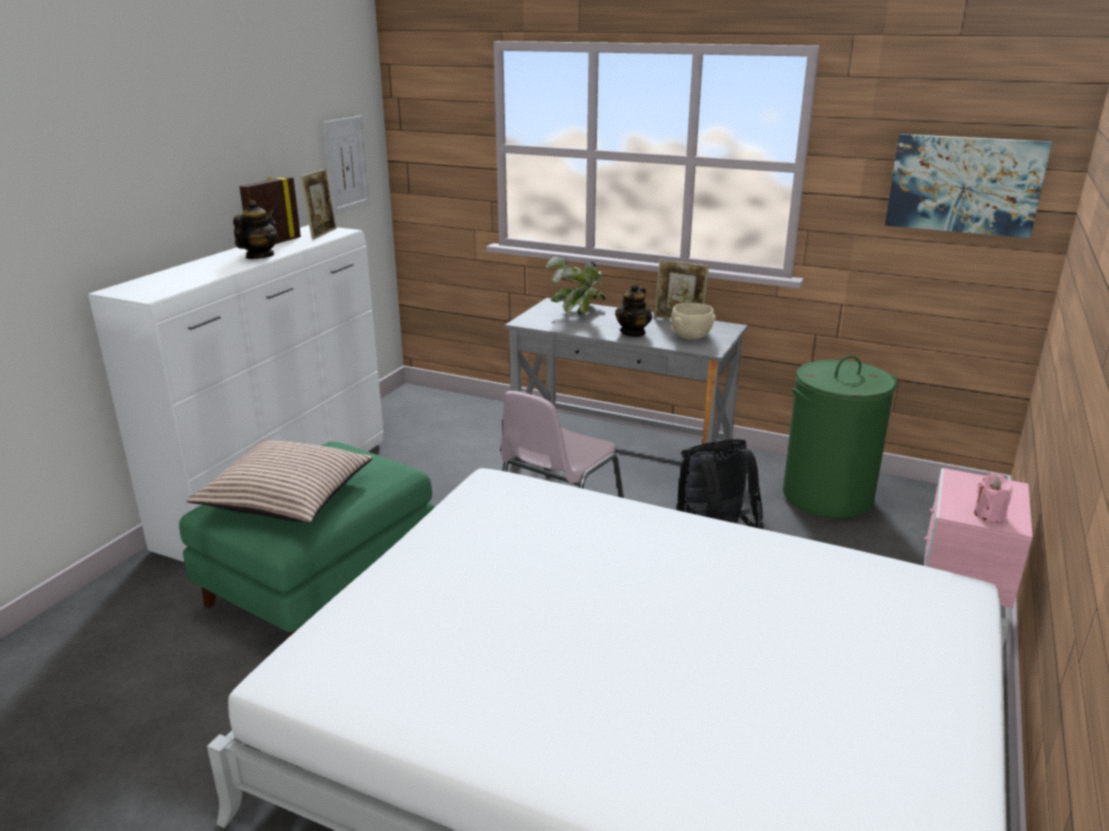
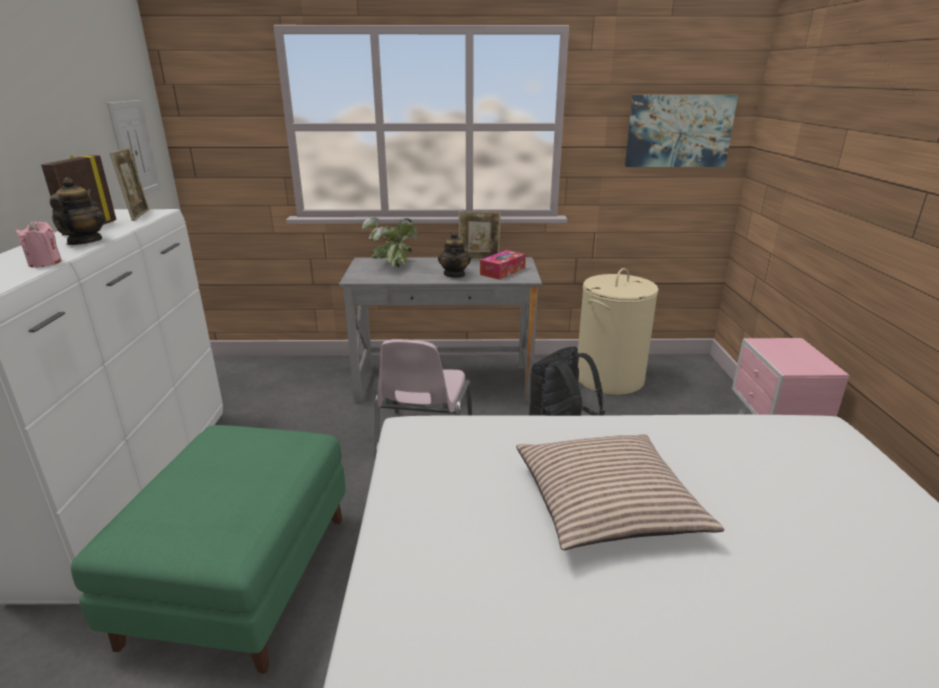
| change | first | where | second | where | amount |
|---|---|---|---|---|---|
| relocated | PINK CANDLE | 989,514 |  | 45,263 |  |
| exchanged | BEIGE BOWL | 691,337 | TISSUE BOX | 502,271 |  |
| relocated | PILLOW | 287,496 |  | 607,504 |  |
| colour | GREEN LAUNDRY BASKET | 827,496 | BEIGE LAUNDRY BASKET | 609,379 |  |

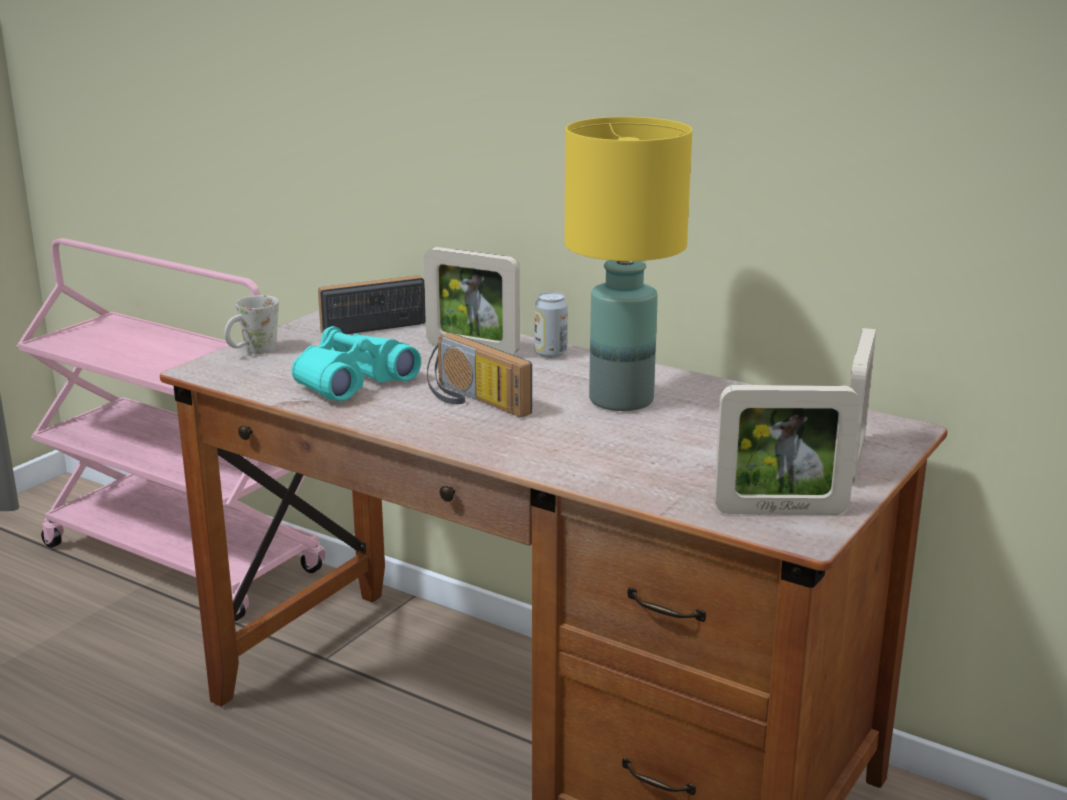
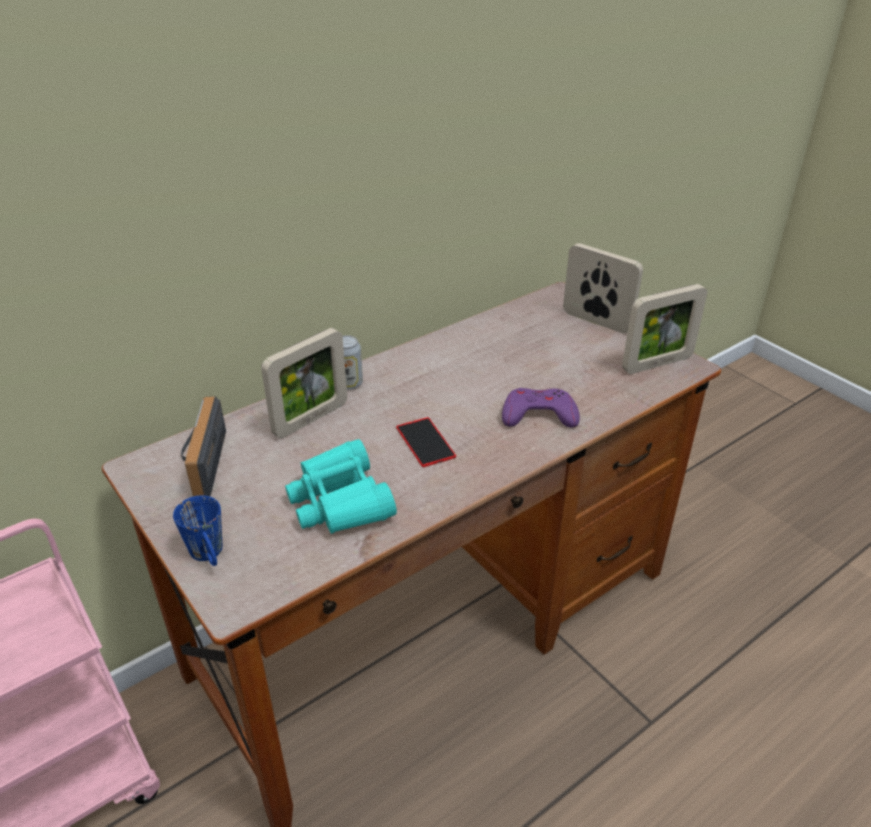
| change | first | where | second | where | amount |
|---|---|---|---|---|---|
| colour | WHITE MUG | 253,352 | BLUE MUG | 210,556 |  |
| exchanged | RADIO | 472,401 | PHONE | 425,442 |  |
| appeared |  |  | PURPLE GAME CONTROLLER | 538,414 |  |
| spun | PICTURE FRAME | 780,511 |  | 657,364 | 45 degrees clockwise |
| missing | YELLOW TABLE LAMP | 622,399 |  |  |  |

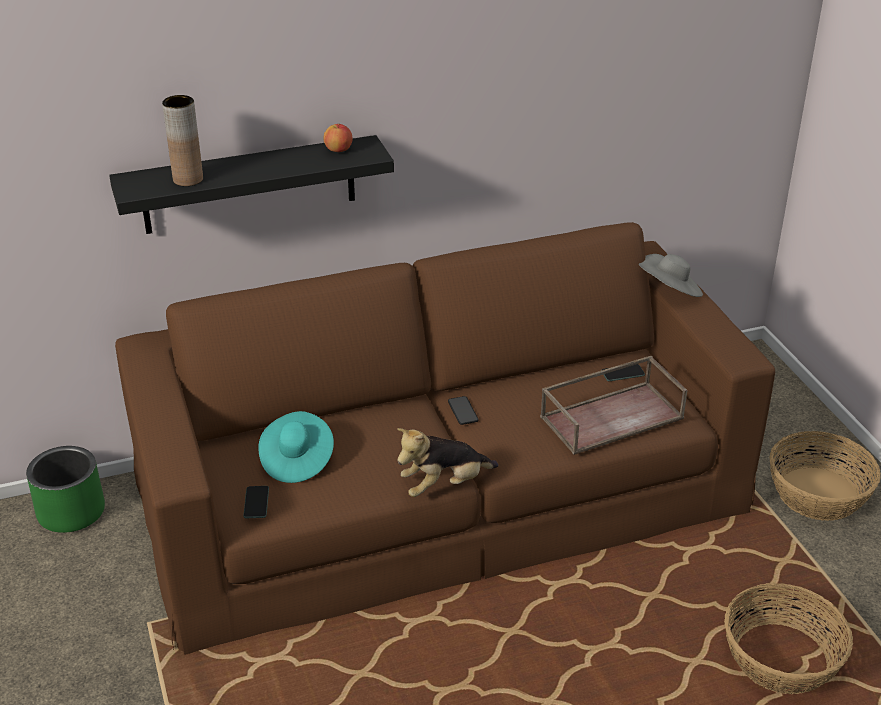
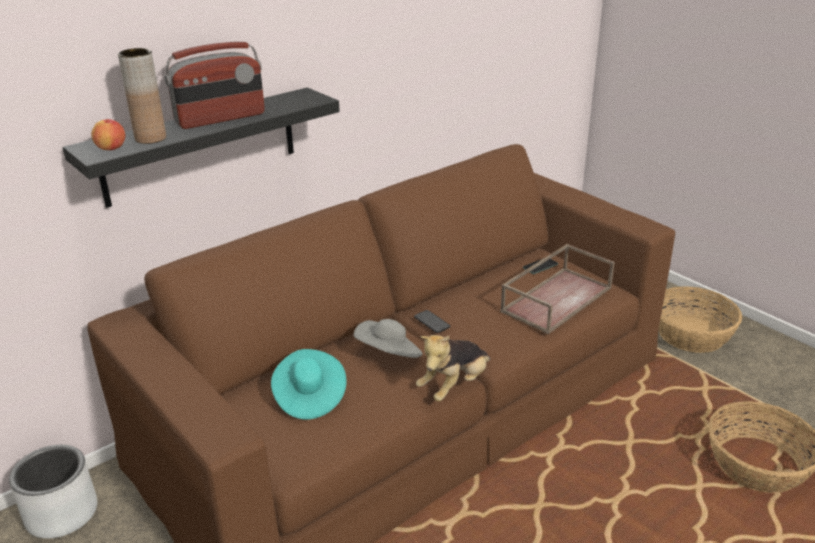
| change | first | where | second | where | amount |
|---|---|---|---|---|---|
| colour | GREEN PLANTER | 71,511 | GREY PLANTER | 62,513 |  |
| relocated | APPLE | 339,150 |  | 111,148 |  |
| appeared |  |  | RADIO | 220,119 |  |
| relocated | GREY HAT | 670,291 |  | 389,355 |  |
| missing | PHONE | 256,502 |  |  |  |

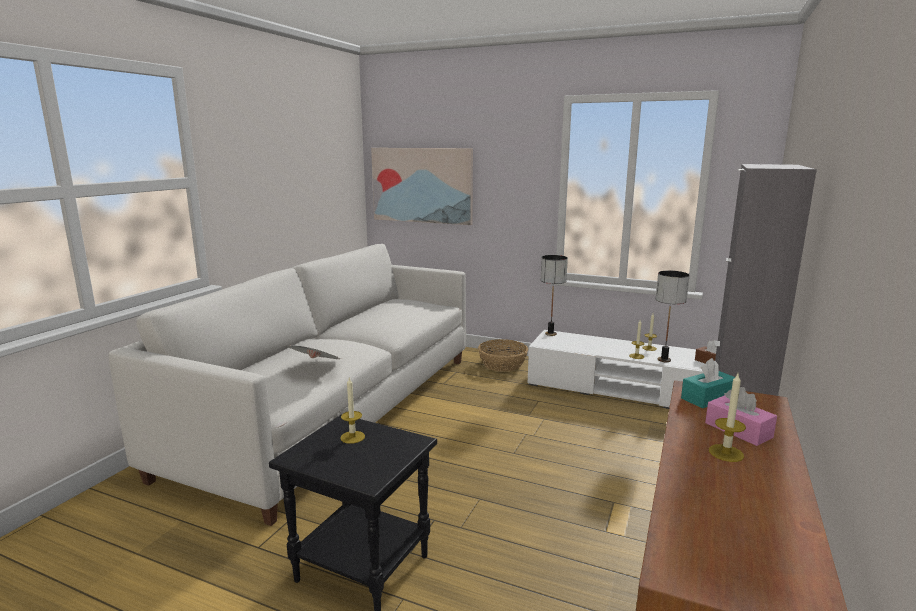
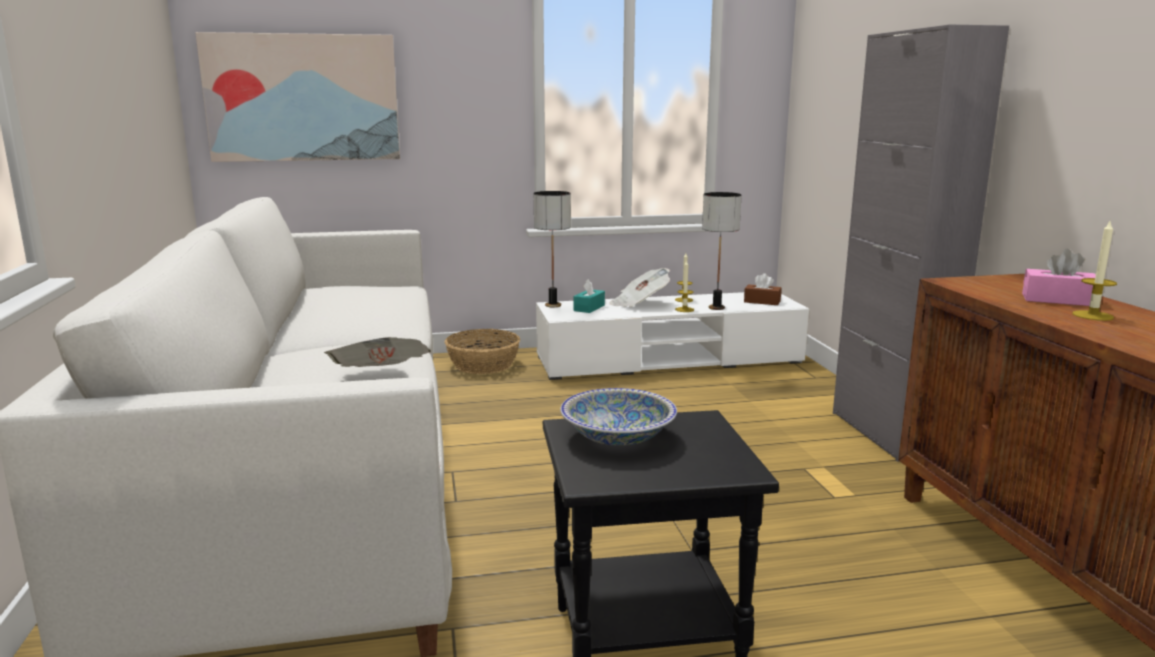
| change | first | where | second | where | amount |
|---|---|---|---|---|---|
| exchanged | CANDLE | 352,437 | BOWL | 618,437 |  |
| relocated | TURQUOISE TISSUE BOX | 708,398 |  | 589,308 |  |
| appeared |  |  | NEWSPAPER | 639,304 |  |

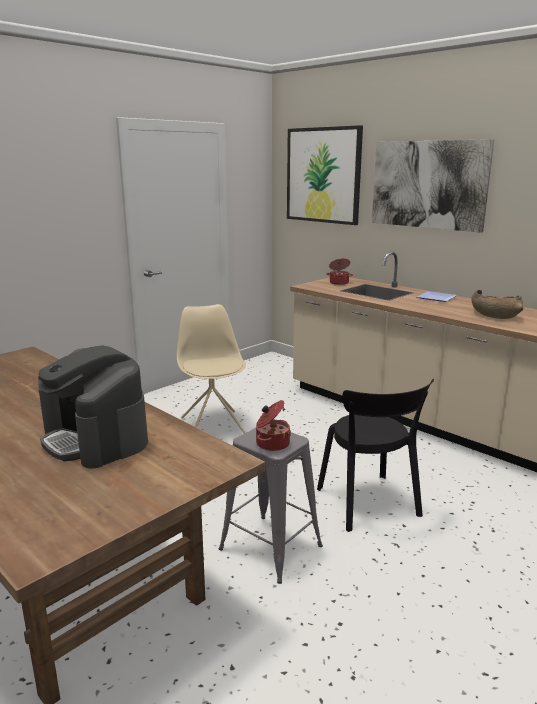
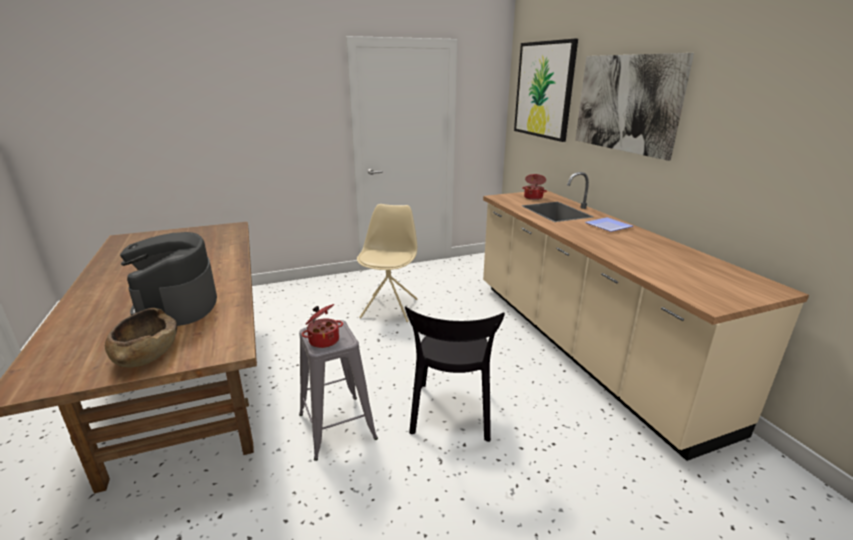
| change | first | where | second | where | amount |
|---|---|---|---|---|---|
| relocated | BROWN BOWL | 494,315 |  | 147,353 |  |

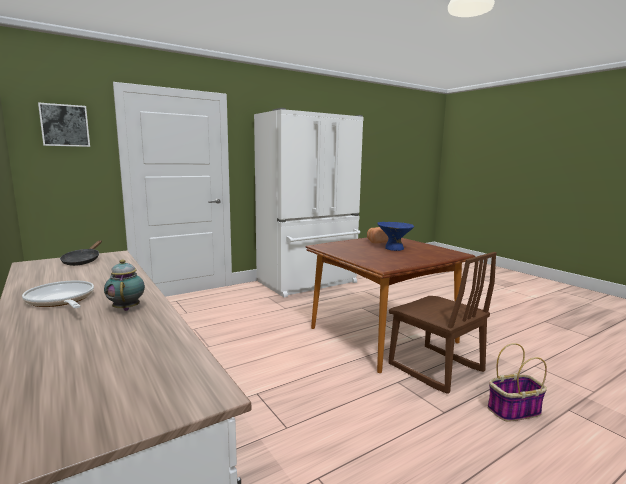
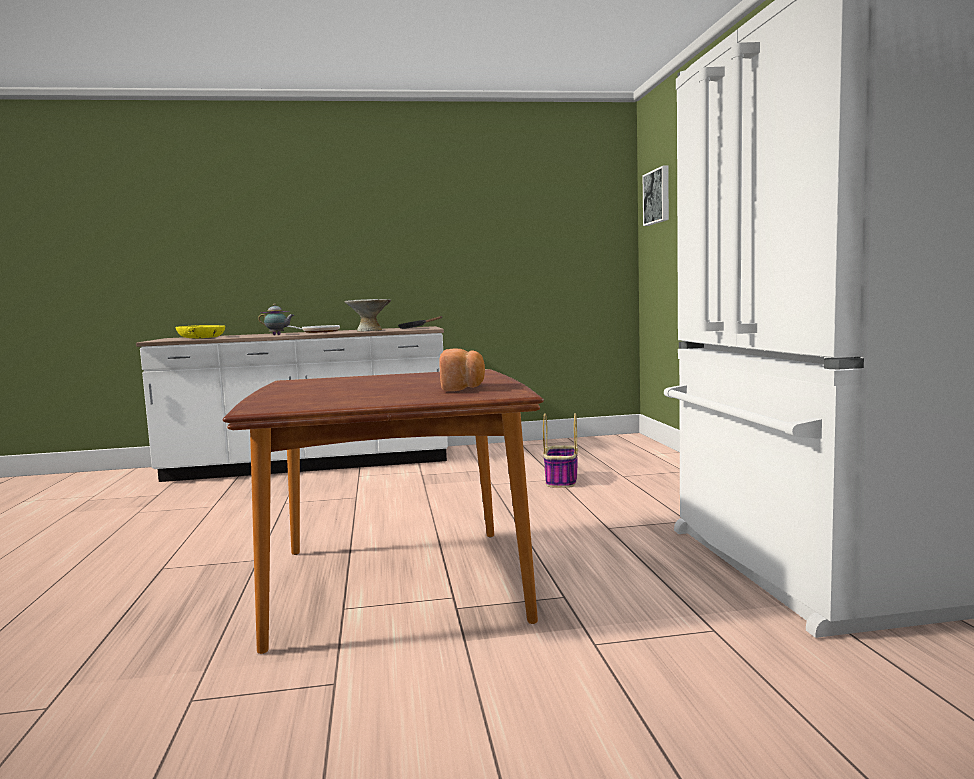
| change | first | where | second | where | amount |
|---|---|---|---|---|---|
| appeared |  |  | YELLOW BOWL | 201,338 |  |
| appeared |  |  | GREY BOWL | 369,330 |  |
| relocated | BASKET | 513,411 |  | 561,480 |  |
| missing | BLUE BOWL | 394,248 |  |  |  |
| missing | BROWN CHAIR | 435,368 |  |  |  |

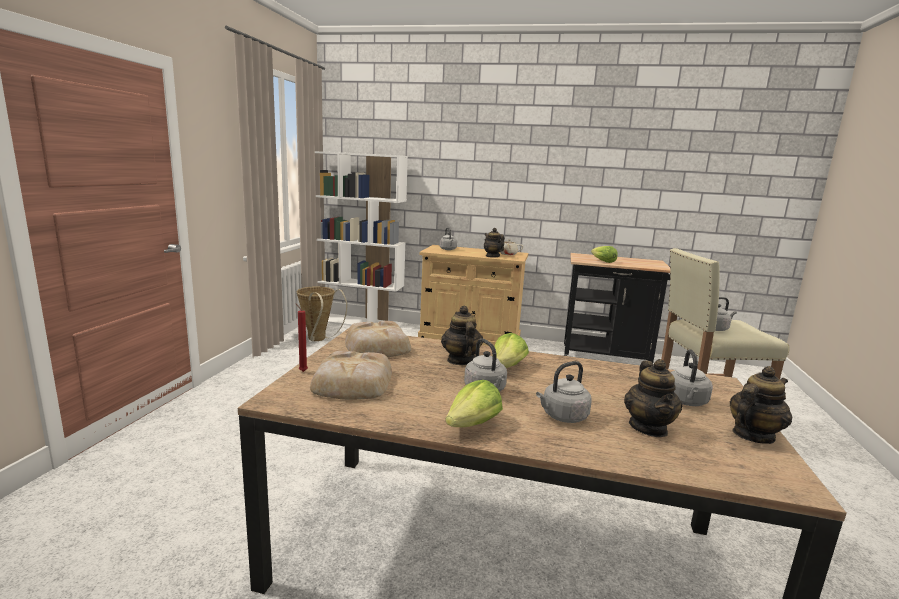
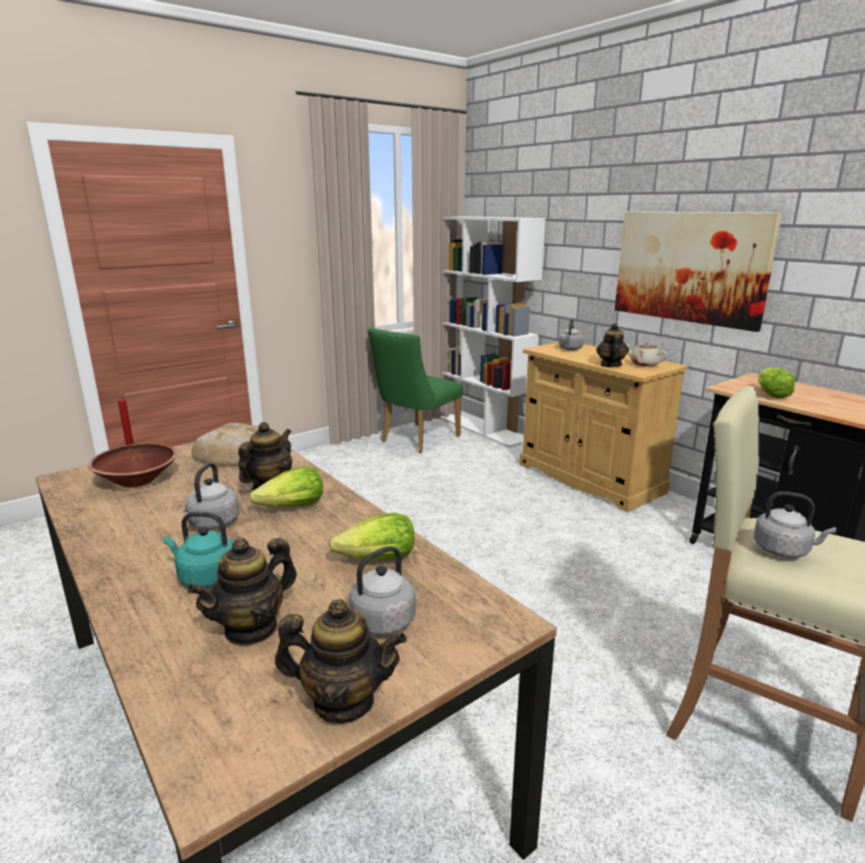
| change | first | where | second | where | amount |
|---|---|---|---|---|---|
| exchanged | BREAD | 351,383 | BROWN BOWL | 137,480 |  |
| colour | GREY KETTLE | 562,416 | TURQUOISE KETTLE | 206,577 |  |
| relocated | LETTUCE | 473,424 |  | 378,560 |  |
| exchanged | BASKET | 318,340 | GREEN CHAIR | 415,440 |  |
| appeared |  |  | PICTURE | 689,267 |  |

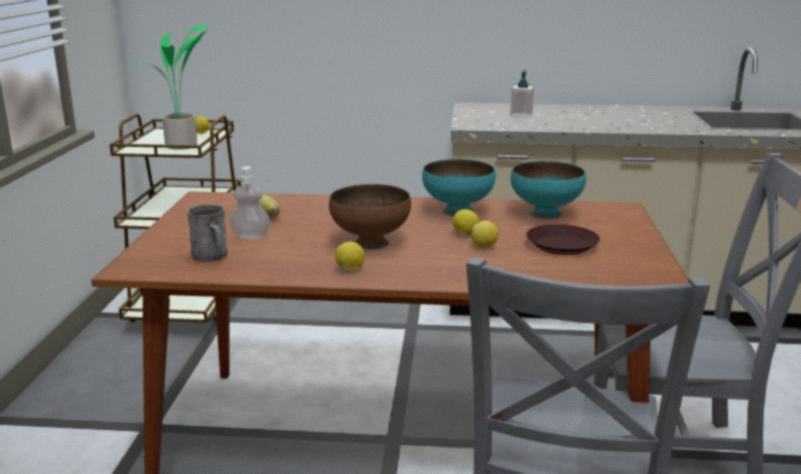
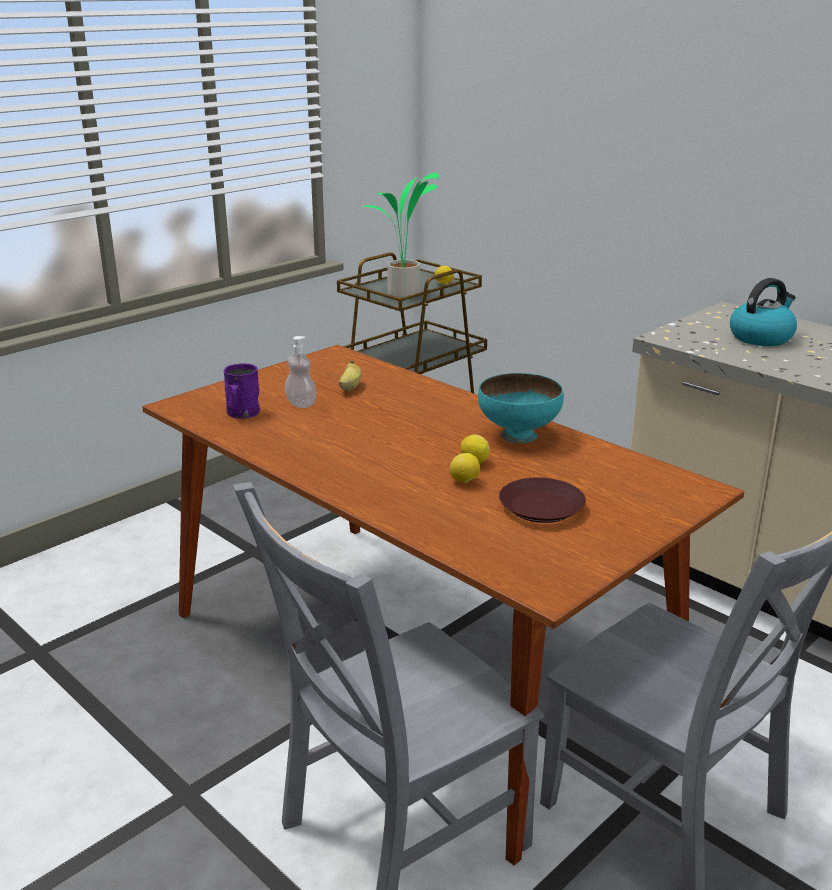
| change | first | where | second | where | amount |
|---|---|---|---|---|---|
| colour | GREY MUG | 212,257 | PURPLE MUG | 242,414 |  |
| exchanged | SOAP DISPENSER | 521,115 | KETTLE | 761,337 |  |
| missing | BROWN BOWL | 370,242 |  |  |  |
| missing | LEMON | 350,269 |  |  |  |
| missing | TURQUOISE BOWL | 546,213 |  |  |  |

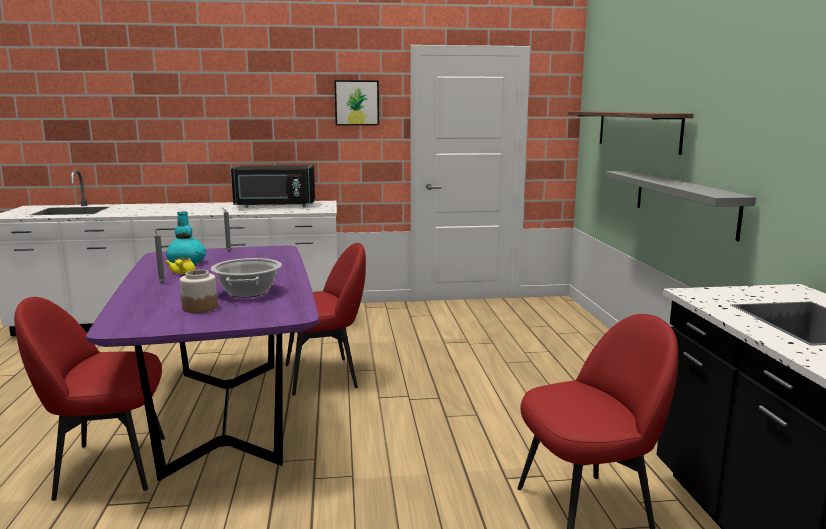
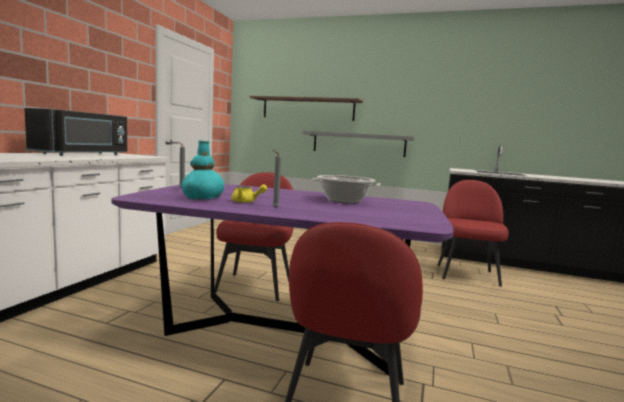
| change | first | where | second | where | amount |
|---|---|---|---|---|---|
| missing | JAR | 199,308 |  |  |  |
| missing | PICTURE | 356,103 |  |  |  |

